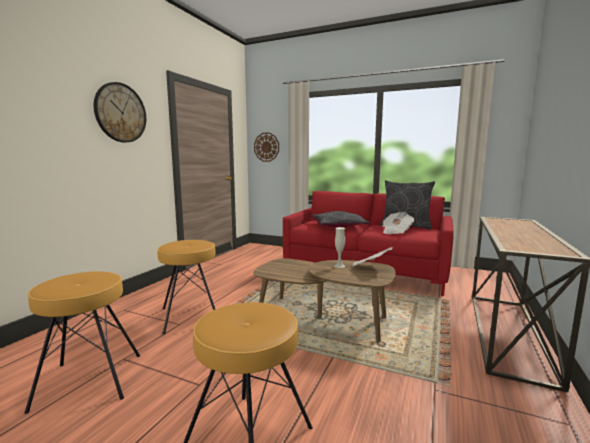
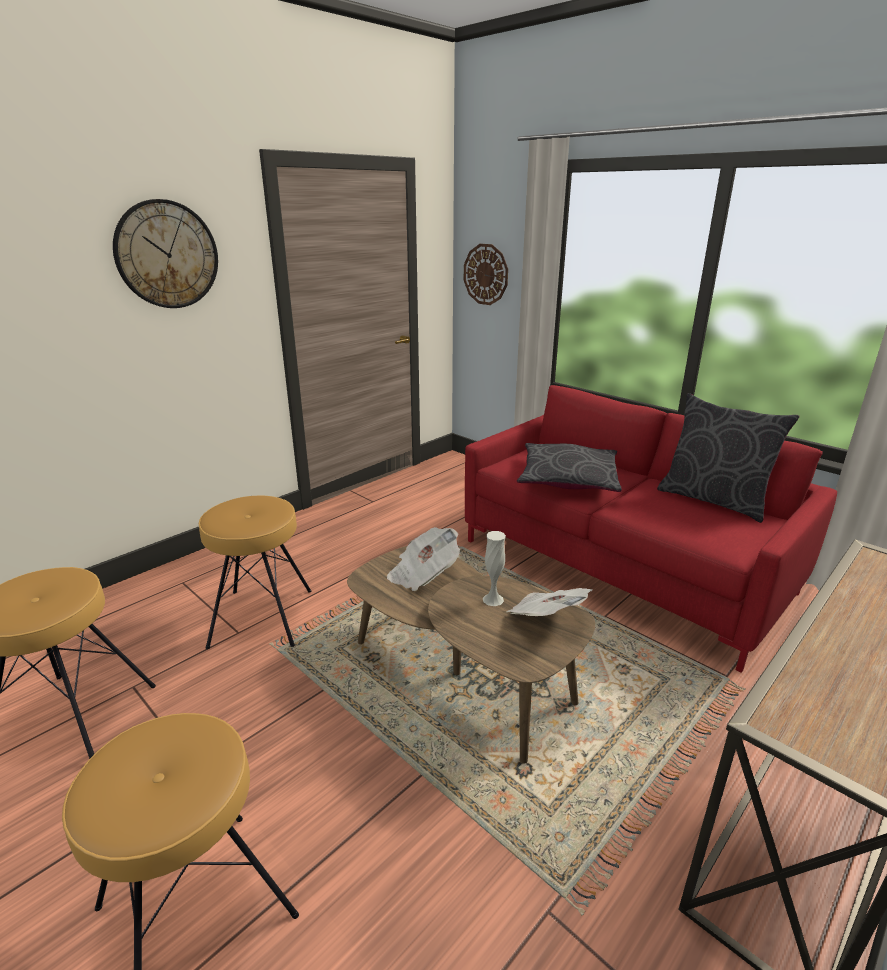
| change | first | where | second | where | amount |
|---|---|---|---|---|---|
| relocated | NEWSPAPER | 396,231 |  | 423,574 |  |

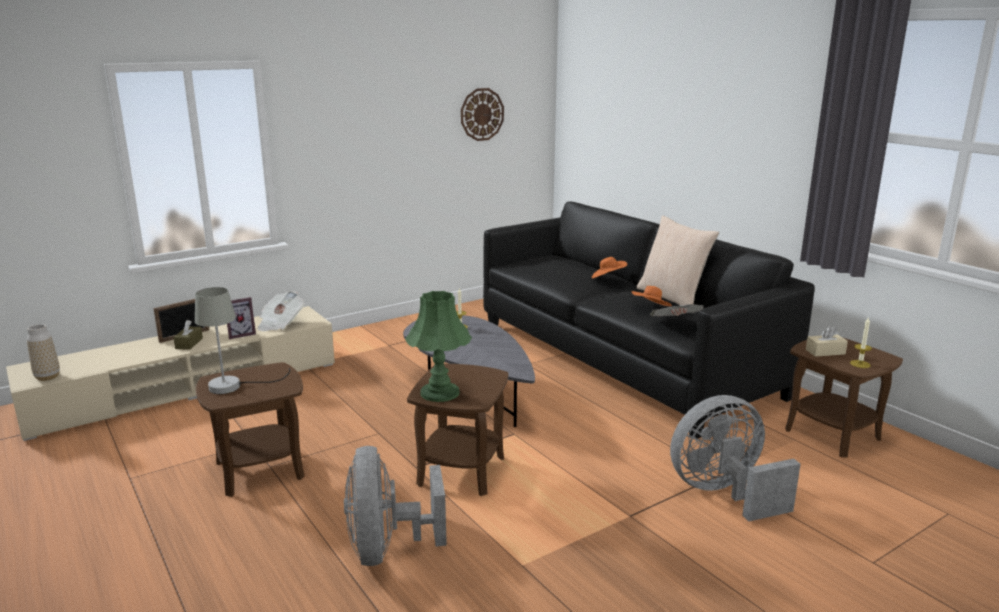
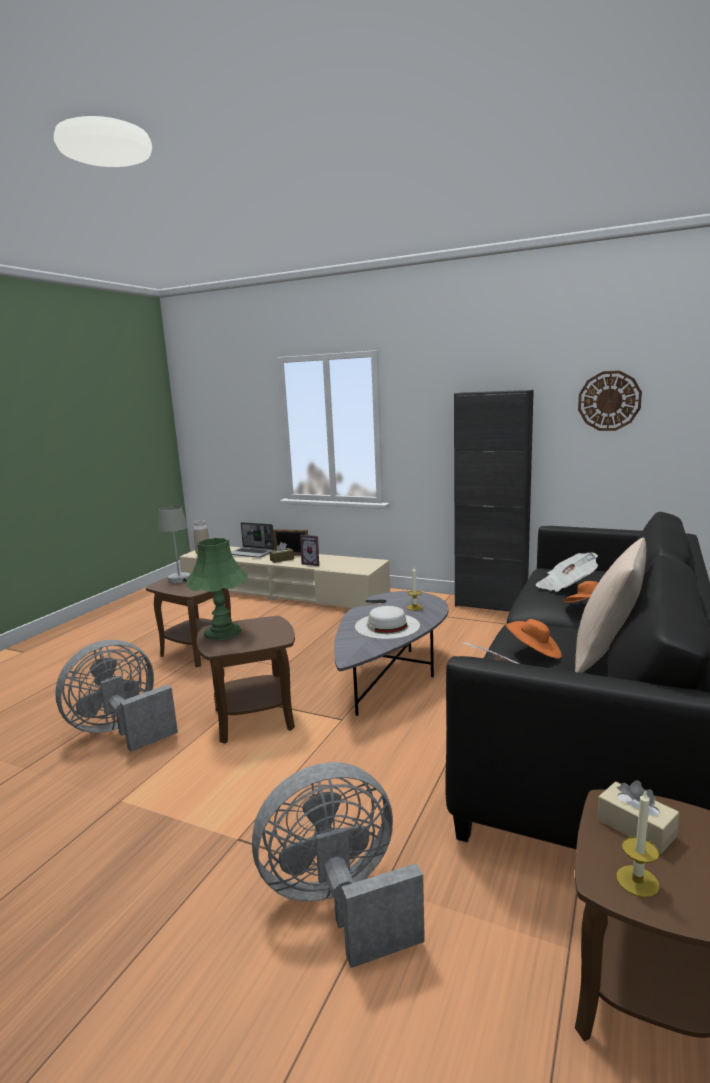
| change | first | where | second | where | amount |
|---|---|---|---|---|---|
| appeared |  |  | LAPTOP | 252,553 |  |
| spun | GREY FAN | 724,493 |  | 339,903 | 60 degrees counterclockwise |
| appeared |  |  | WHITE HAT | 387,626 |  |
| appeared |  |  | BLACK CABINET | 491,604 |  |
| relocated | NEWSPAPER | 280,324 |  | 566,586 |  |

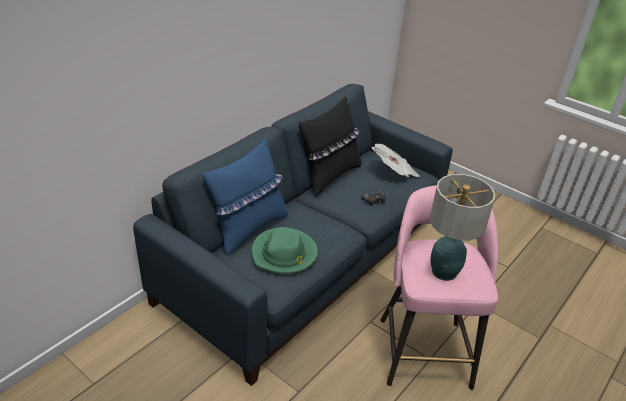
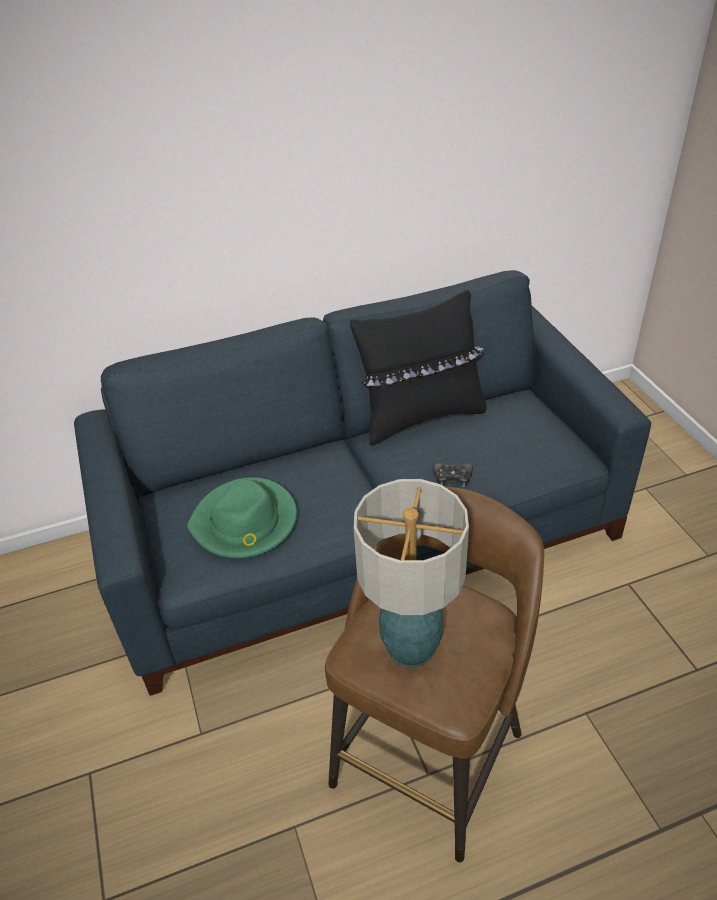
| change | first | where | second | where | amount |
|---|---|---|---|---|---|
| colour | PINK STOOL | 424,349 | BROWN STOOL | 430,753 |  |
| missing | BLUE PILLOW | 248,228 |  |  |  |
| missing | NEWSPAPER | 394,172 |  |  |  |

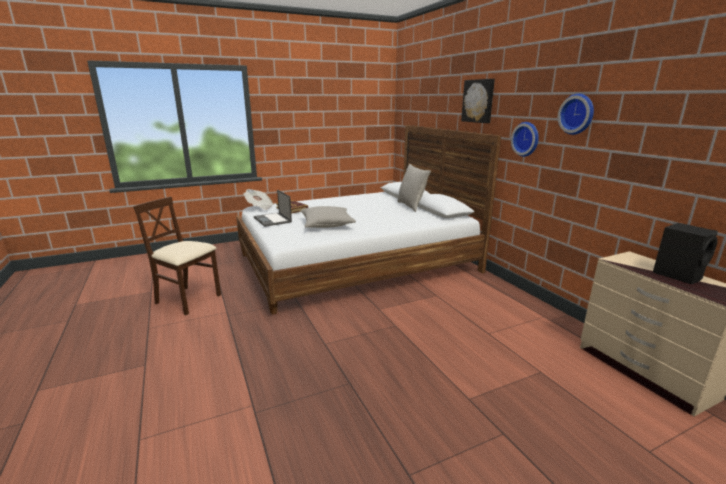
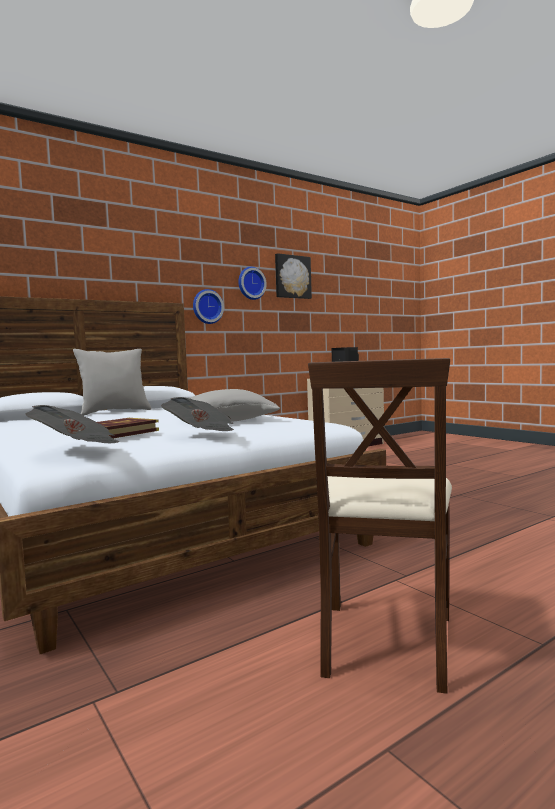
| change | first | where | second | where | amount |
|---|---|---|---|---|---|
| exchanged | LAPTOP | 273,220 | NEWSPAPER | 202,436 |  |
| relocated | PICTURE | 478,101 |  | 292,277 |  |

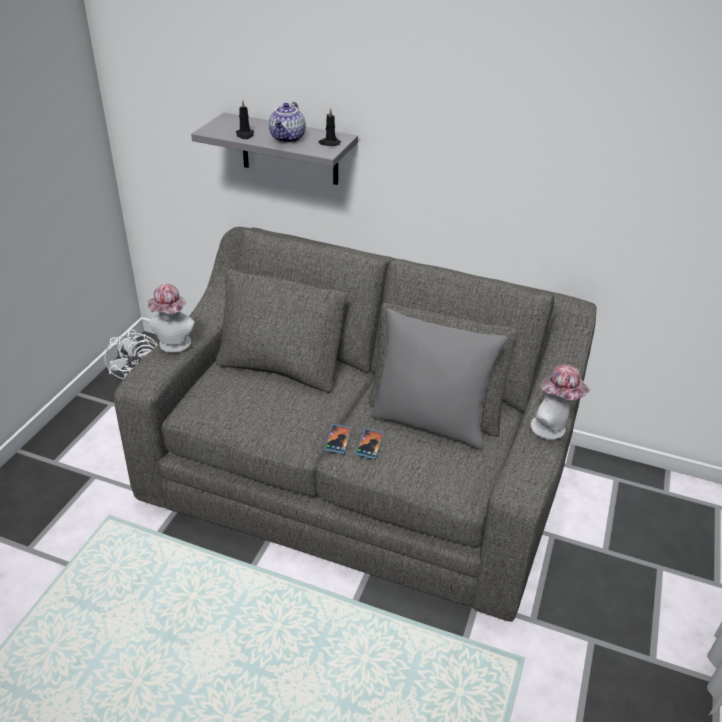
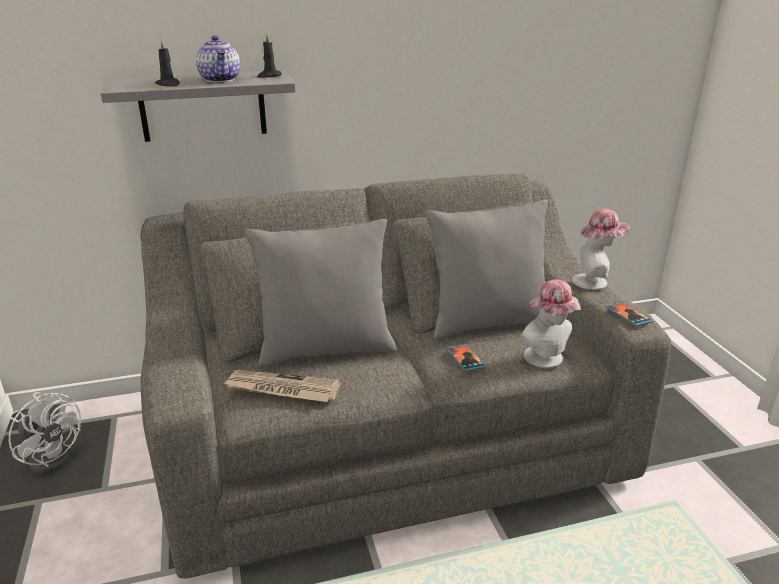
| change | first | where | second | where | amount |
|---|---|---|---|---|---|
| appeared |  |  | NEWSPAPER | 282,389 |  |
| appeared |  |  | GREY PILLOW | 326,349 |  |
| relocated | HAT | 174,346 |  | 547,359 |  |
| relocated | PHONE | 338,440 |  | 628,315 |  |

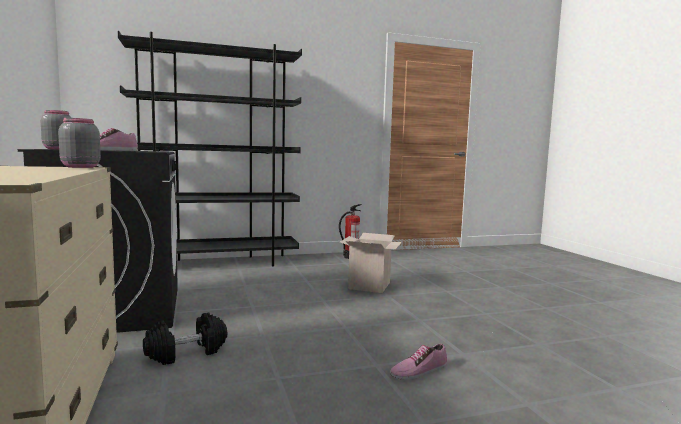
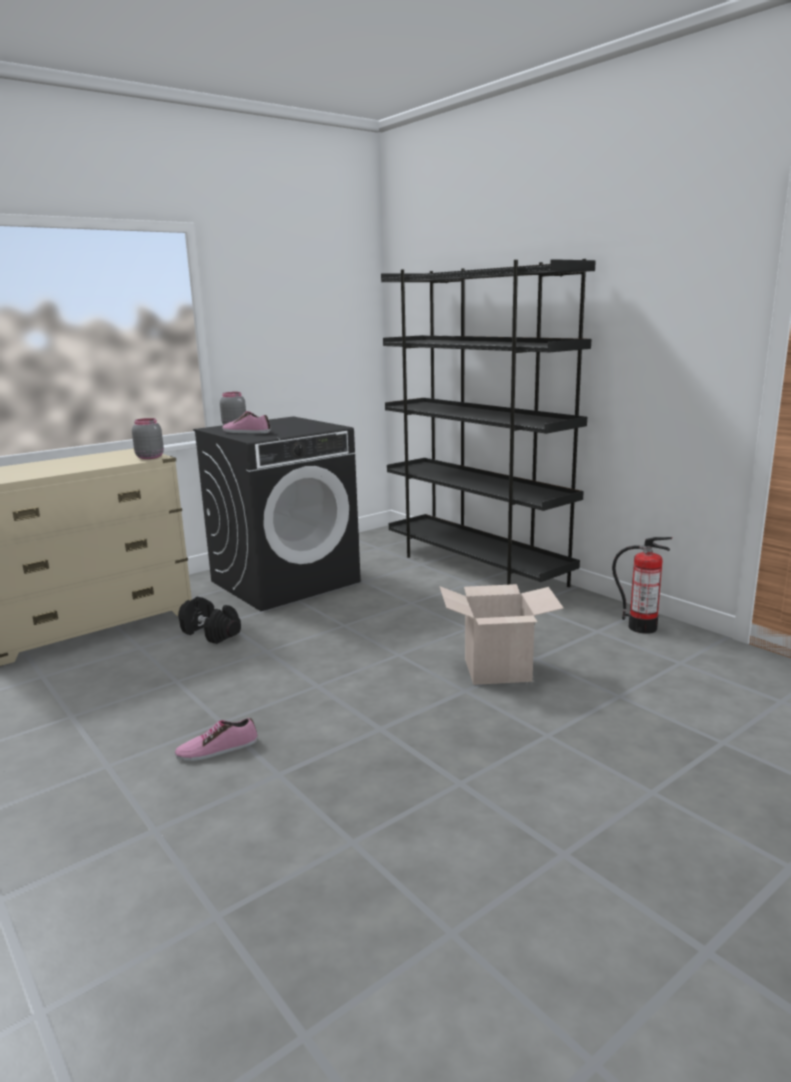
| change | first | where | second | where | amount |
|---|---|---|---|---|---|
| spun | SHOE | 418,370 |  | 217,749 | 60 degrees counterclockwise |

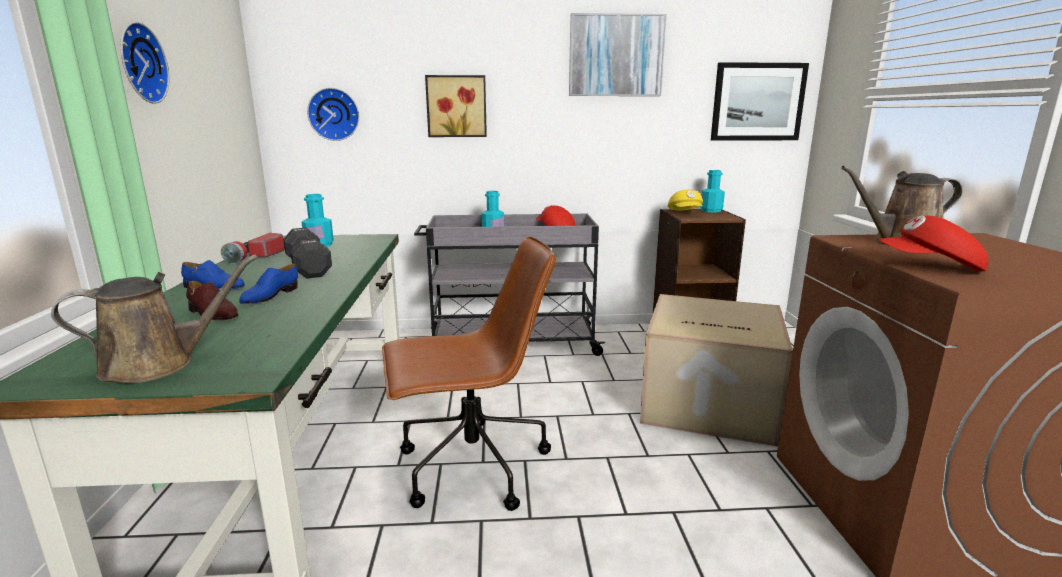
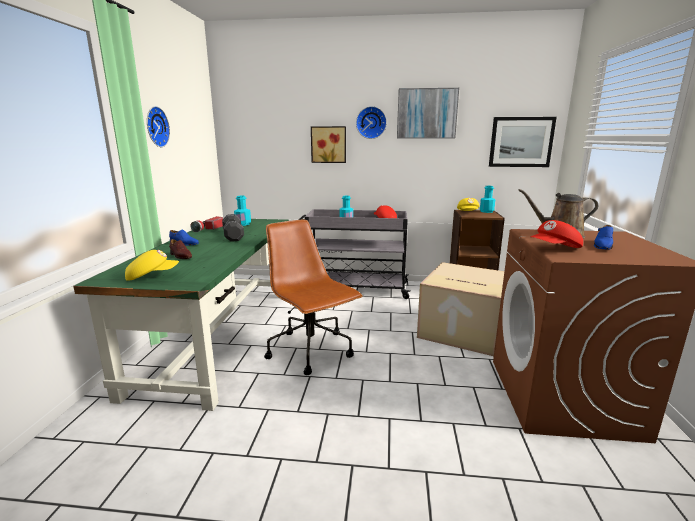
| change | first | where | second | where | amount |
|---|---|---|---|---|---|
| exchanged | BROWN WATERING CAN | 158,364 | YELLOW CAP | 152,276 |  |
| spun | BROWN OFFICE CHAIR | 470,467 |  | 311,351 | 120 degrees counterclockwise |
| relocated | WALL CLOCK | 334,114 |  | 371,122 |  |
| spun | RED CAP | 930,267 |  | 555,249 | 45 degrees counterclockwise |
| relocated | BLUE SHOE | 270,296 |  | 602,246 |  |

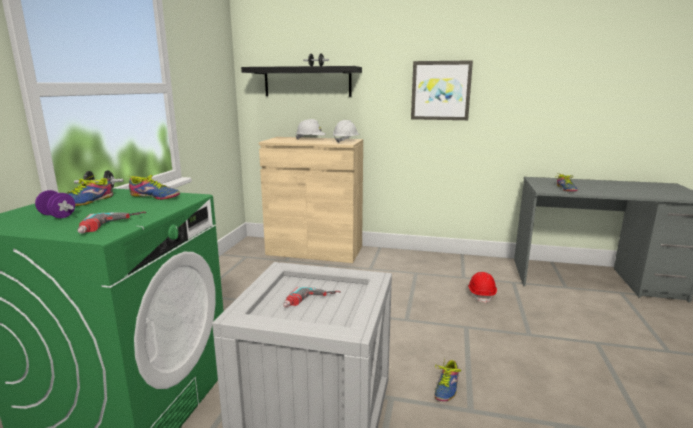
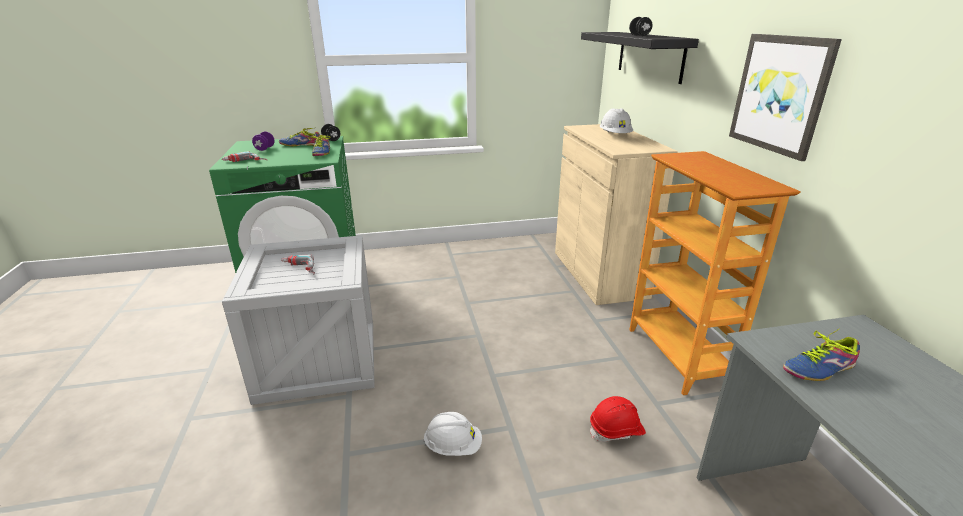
| change | first | where | second | where | amount |
|---|---|---|---|---|---|
| relocated | WHITE HARD HAT | 346,141 |  | 453,446 |  |
| appeared |  |  | BOOKCASE | 678,356 |  |
| missing | SHOE | 444,387 |  |  |  |

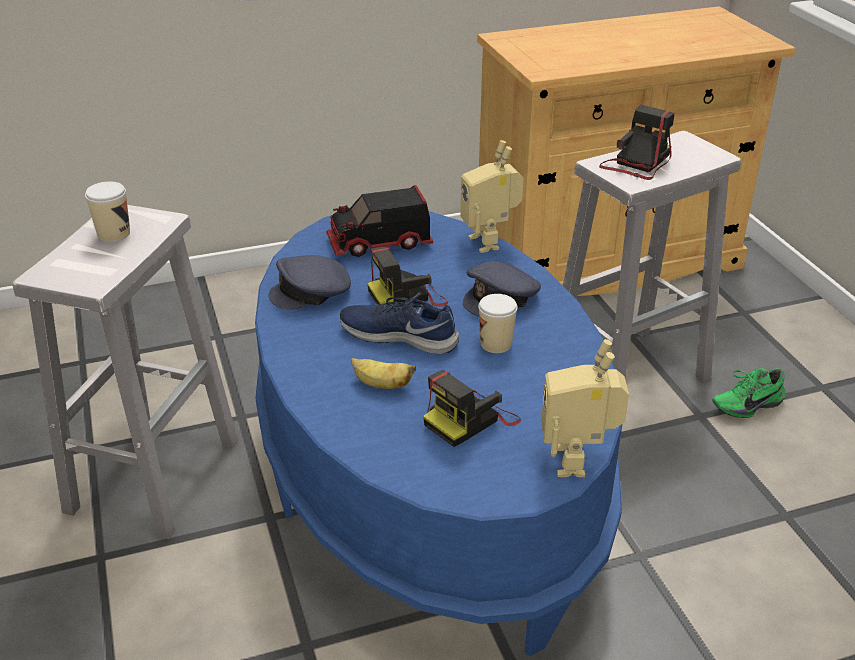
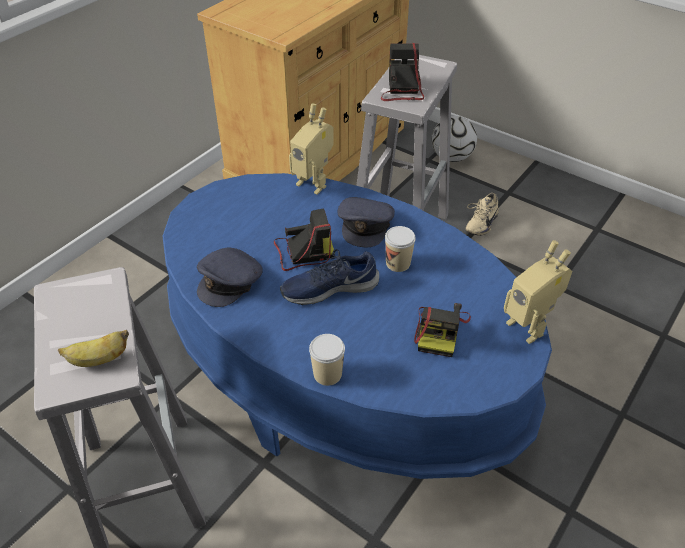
| change | first | where | second | where | amount |
|---|---|---|---|---|---|
| relocated | BANANA | 381,385 |  | 98,360 |  |
| spun | PHOTO CAMERA | 408,296 |  | 302,252 | 135 degrees counterclockwise |
| relocated | CUP | 114,234 |  | 327,374 |  |
| appeared |  |  | FOOTBALL | 451,157 |  |
| colour | GREEN SHOE | 745,404 | BEIGE SHOE | 479,223 |  |
| missing | TOY TRUCK | 379,244 |  |  |  |

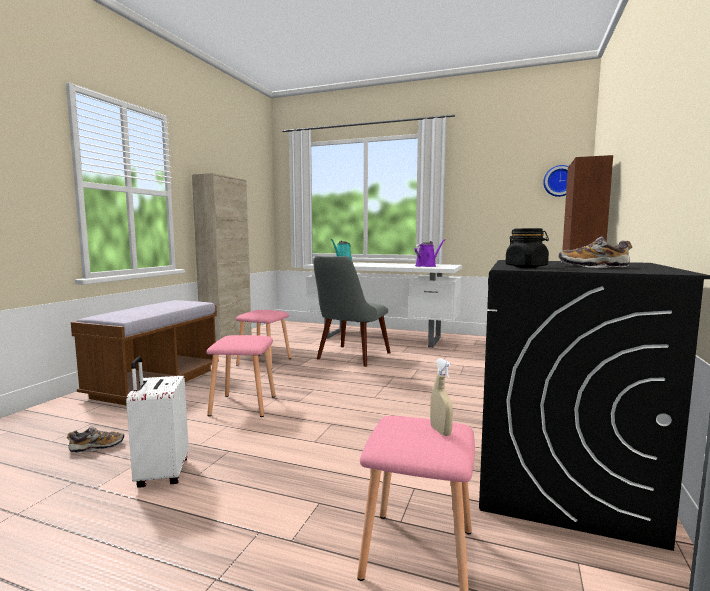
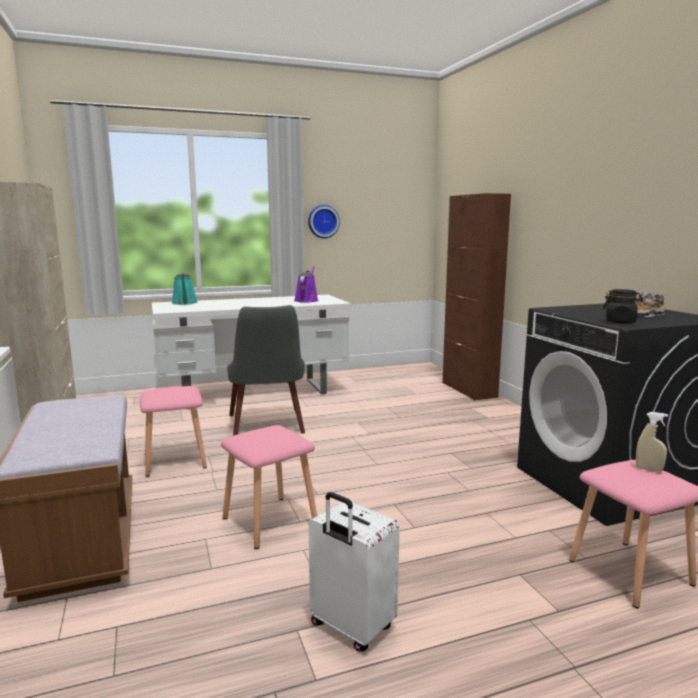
| change | first | where | second | where | amount |
|---|---|---|---|---|---|
| relocated | WALL CLOCK | 559,181 |  | 323,221 |  |
| missing | SHOE | 97,447 |  |  |  |

